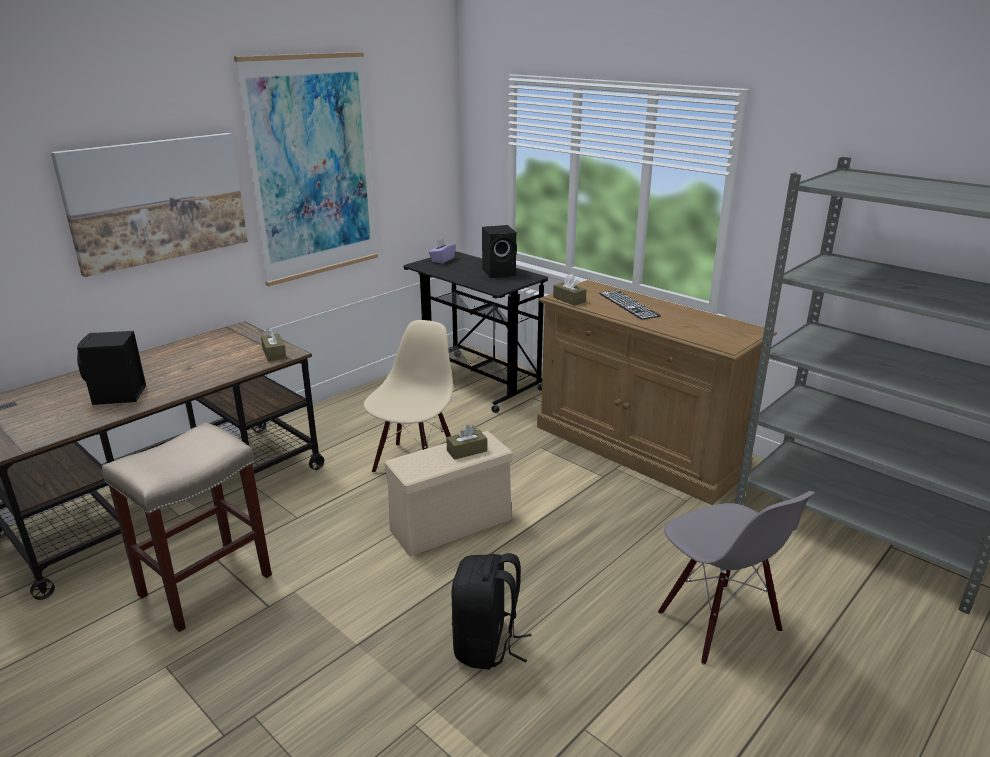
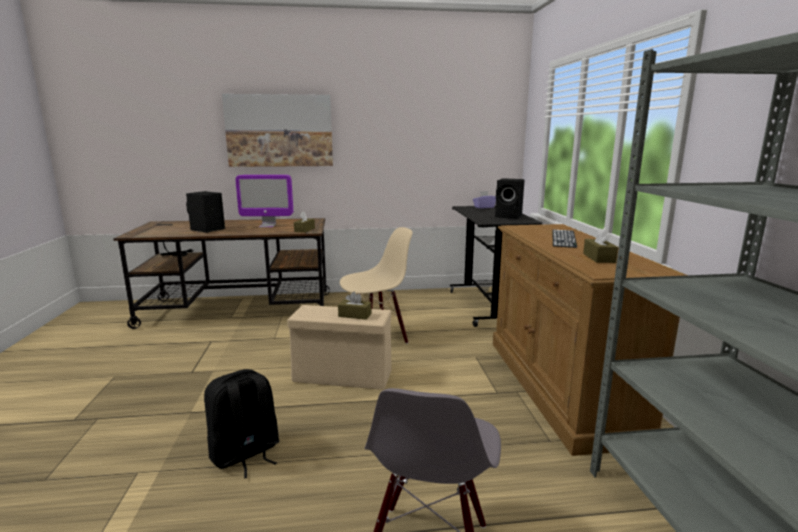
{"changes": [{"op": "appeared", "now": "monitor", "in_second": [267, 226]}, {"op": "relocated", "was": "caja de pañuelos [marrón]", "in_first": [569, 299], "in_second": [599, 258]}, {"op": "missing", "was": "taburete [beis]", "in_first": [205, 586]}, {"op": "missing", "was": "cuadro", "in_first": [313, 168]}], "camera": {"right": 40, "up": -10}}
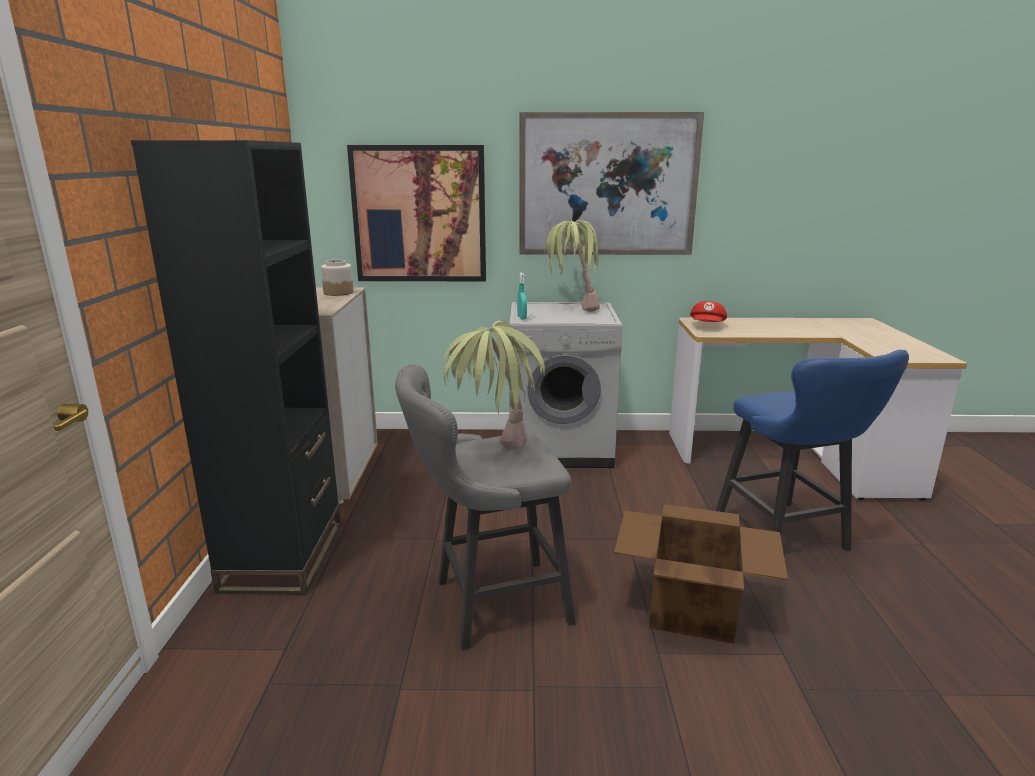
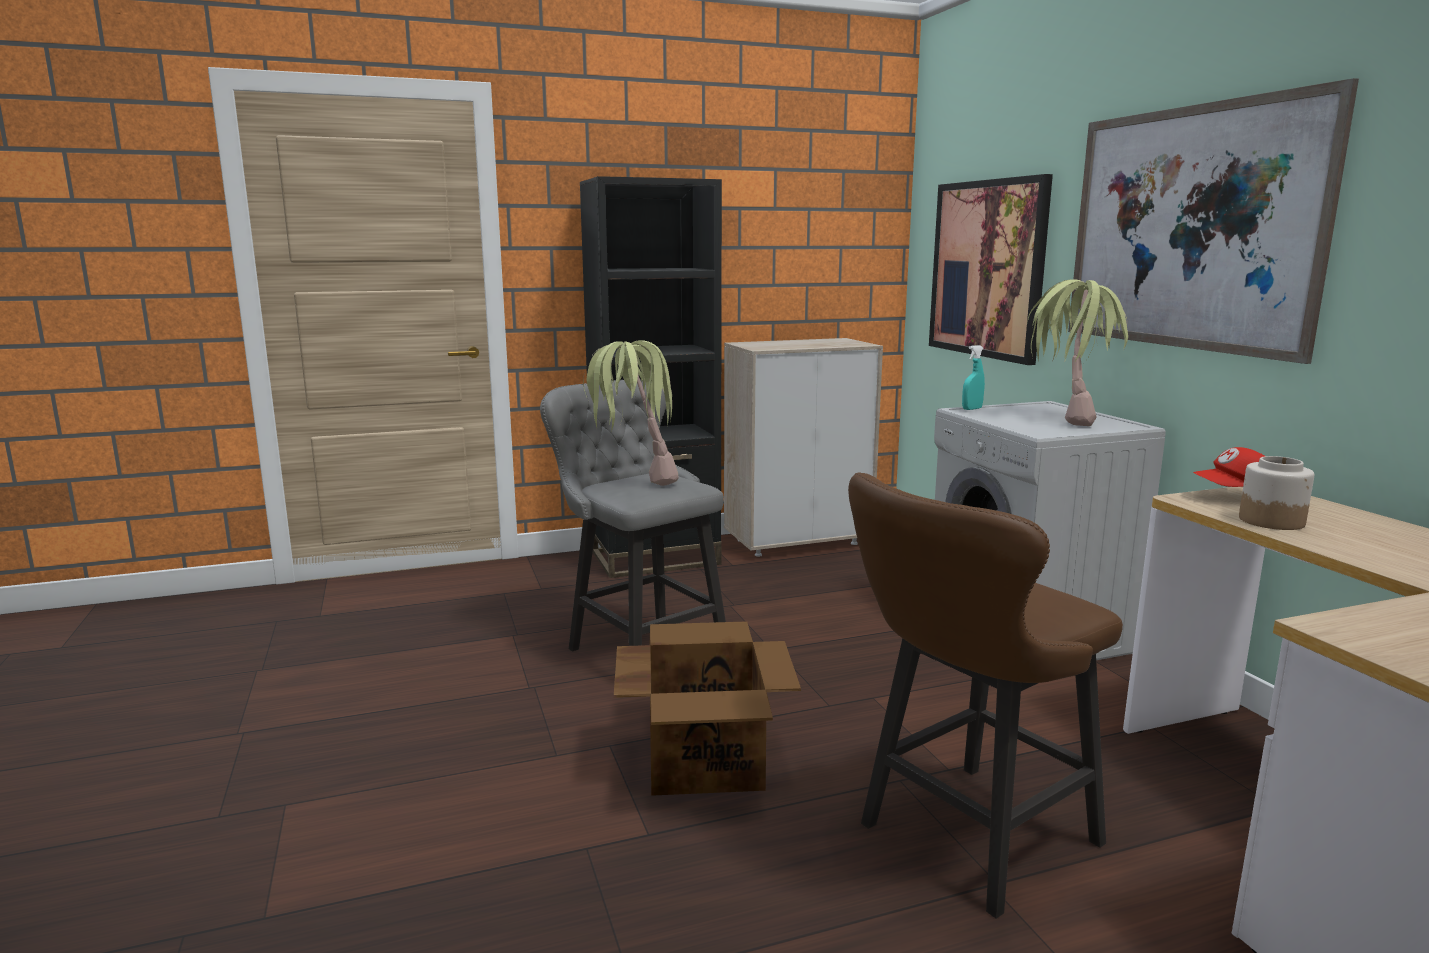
{"changes": [{"op": "colour", "was": "taburete [azul]", "now": "taburete [marrón]", "in_first": [789, 540], "in_second": [962, 844]}, {"op": "relocated", "was": "tarro", "in_first": [338, 293], "in_second": [1271, 521]}], "camera": {"right": 70, "up": -5}}
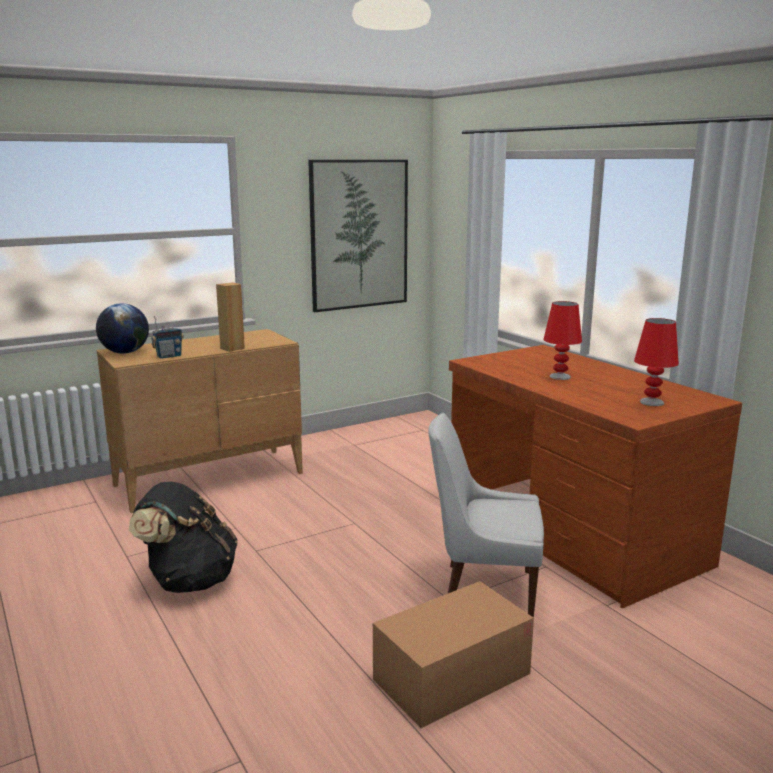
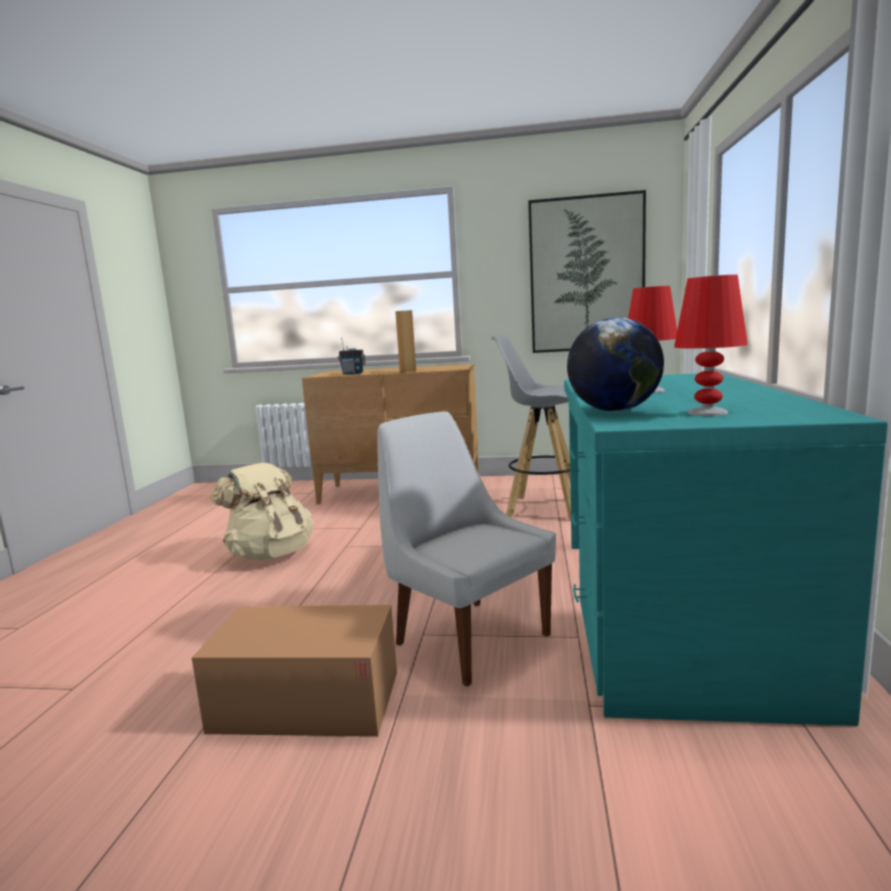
{"changes": [{"op": "colour", "was": "mochila [negro]", "now": "mochila [beis]", "in_first": [189, 581], "in_second": [271, 554]}, {"op": "appeared", "now": "taburete [gris]", "in_second": [543, 507]}, {"op": "colour", "was": "escritorio [marrón]", "now": "escritorio [turquesa]", "in_first": [570, 531], "in_second": [670, 611]}, {"op": "relocated", "was": "globo terráqueo", "in_first": [125, 352], "in_second": [614, 410]}], "camera": {"right": 40, "up": -5}}
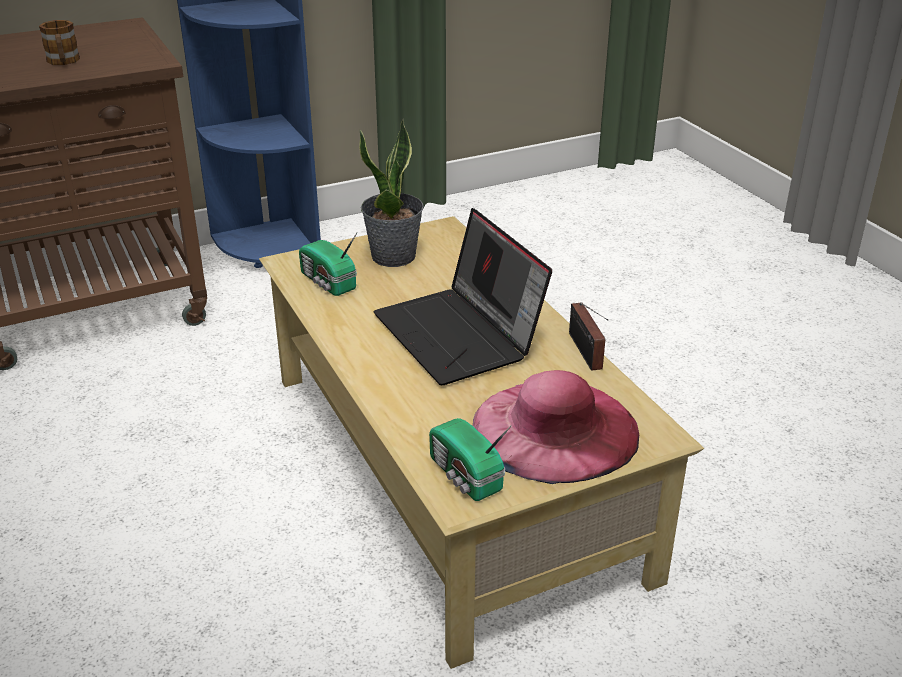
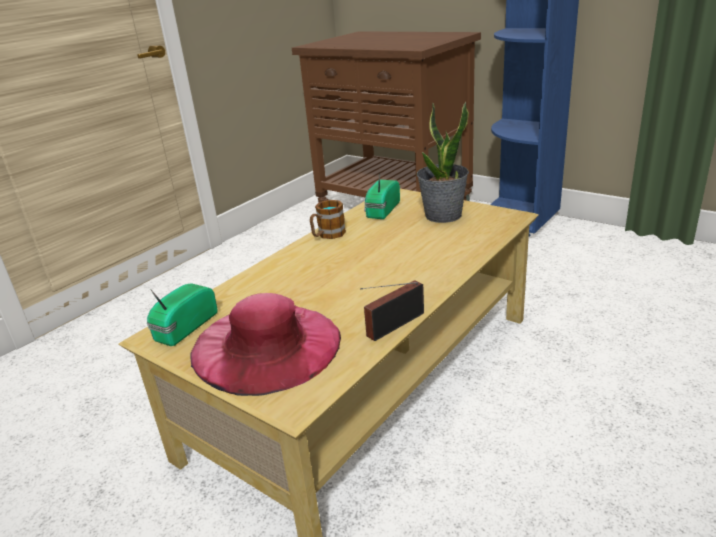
{"changes": [{"op": "relocated", "was": "taza grande", "in_first": [63, 62], "in_second": [327, 235]}, {"op": "missing", "was": "portátil", "in_first": [461, 335]}], "camera": {"right": 65, "up": -5}}
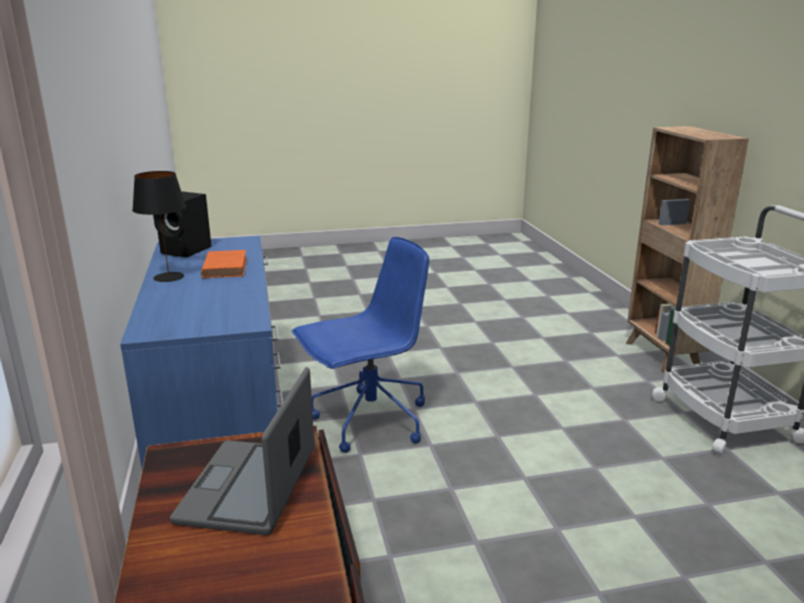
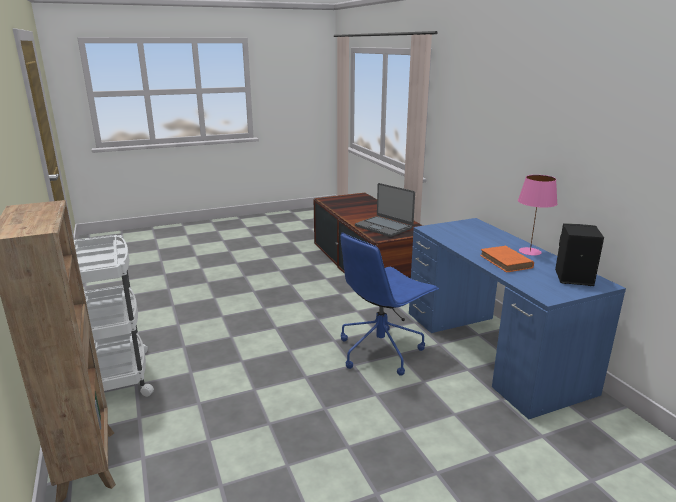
{"changes": [{"op": "spun", "was": "portátil", "in_first": [249, 487], "in_second": [384, 227], "clockwise": 135}, {"op": "colour", "was": "lámpara de mesa [negro]", "now": "lámpara de mesa [rosa]", "in_first": [169, 277], "in_second": [529, 251]}], "camera": {"right": 170, "up": 0}}
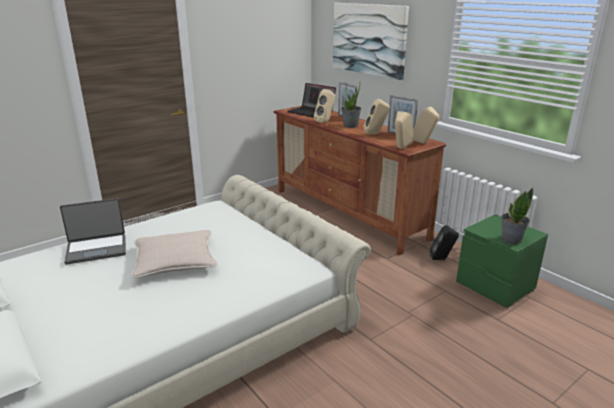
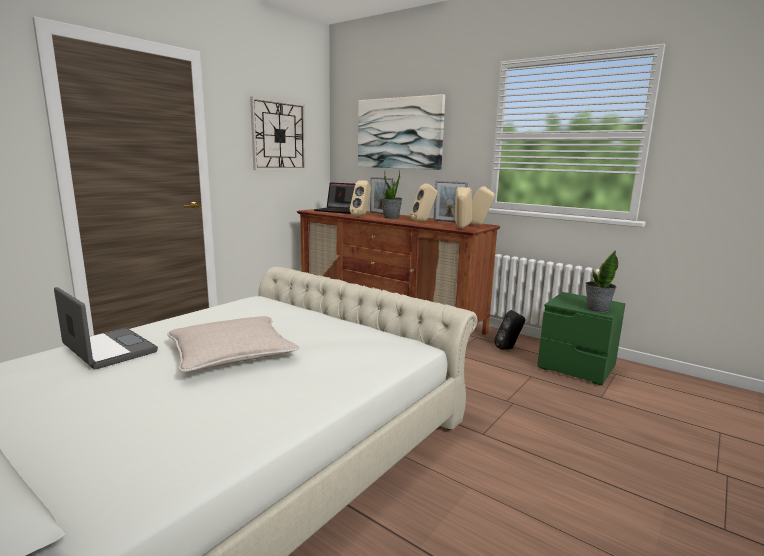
{"changes": [{"op": "spun", "was": "portátil", "in_first": [97, 249], "in_second": [108, 350], "clockwise": -105}, {"op": "appeared", "now": "reloj de pared", "in_second": [279, 136]}], "camera": {"right": -15, "up": -10}}
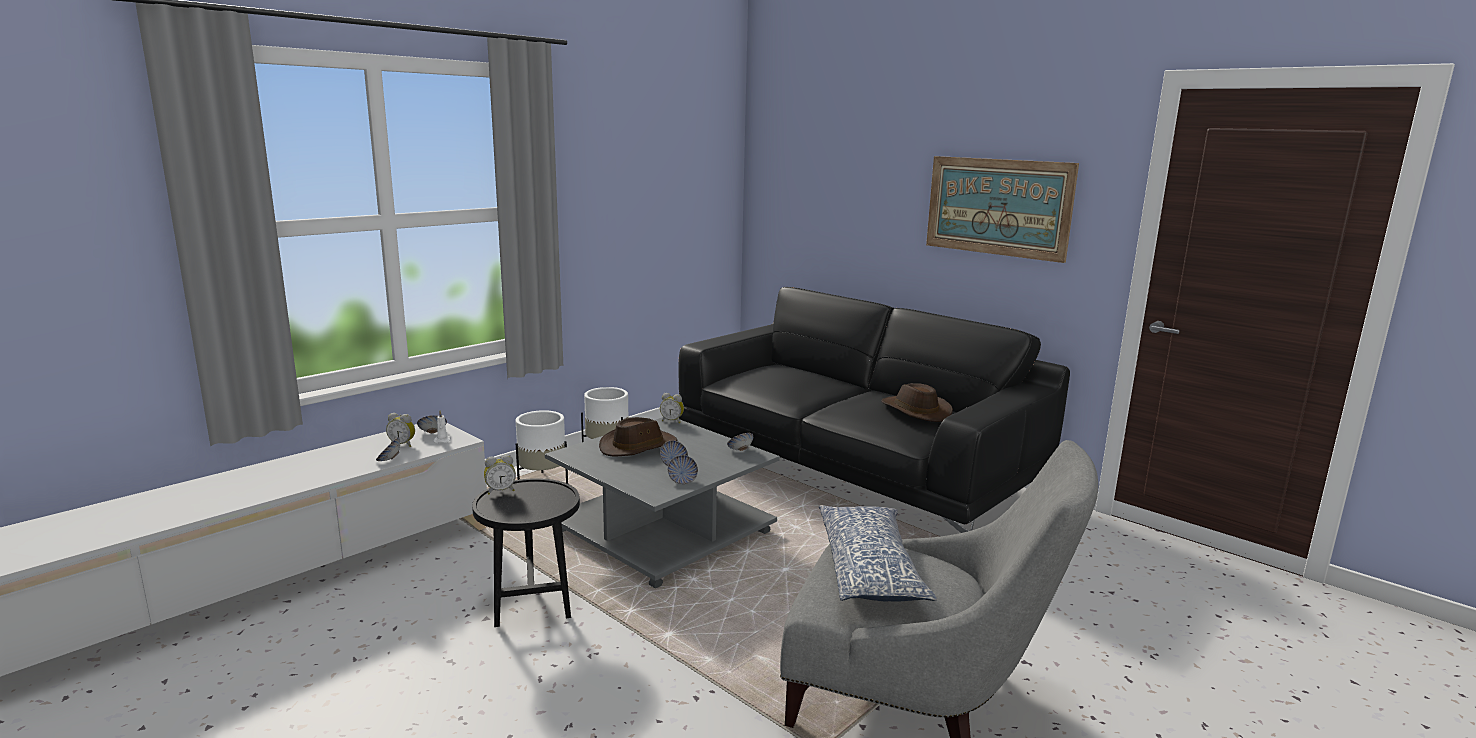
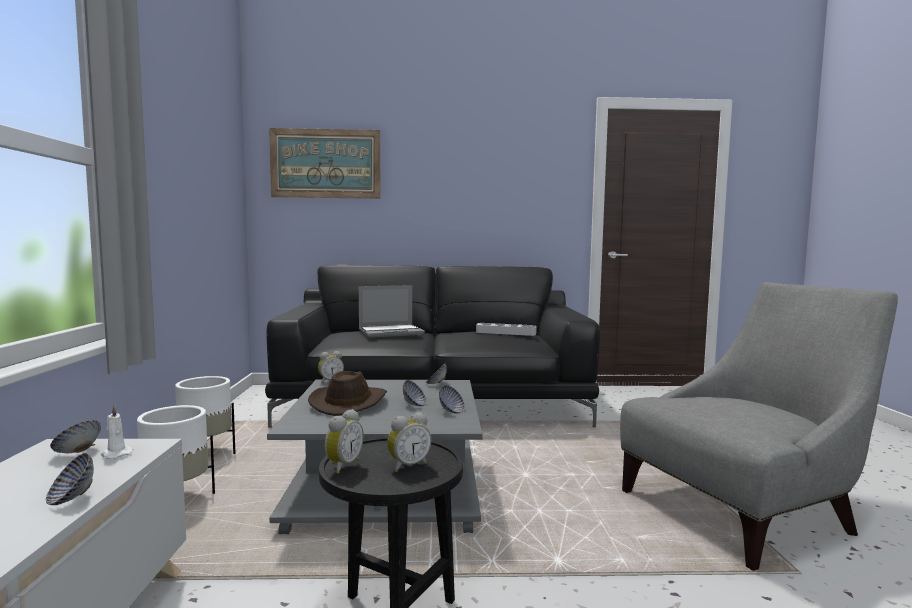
{"changes": [{"op": "relocated", "was": "cuadro", "in_first": [997, 207], "in_second": [325, 163]}, {"op": "appeared", "now": "portátil", "in_second": [391, 332]}, {"op": "relocated", "was": "despertador", "in_first": [403, 444], "in_second": [408, 466]}, {"op": "exchanged", "was": "sombrero [marrón]", "now": "bandeja [gris]", "in_first": [915, 411], "in_second": [506, 332]}, {"op": "missing", "was": "cojín", "in_first": [870, 568]}], "camera": {"right": -45, "up": -10}}
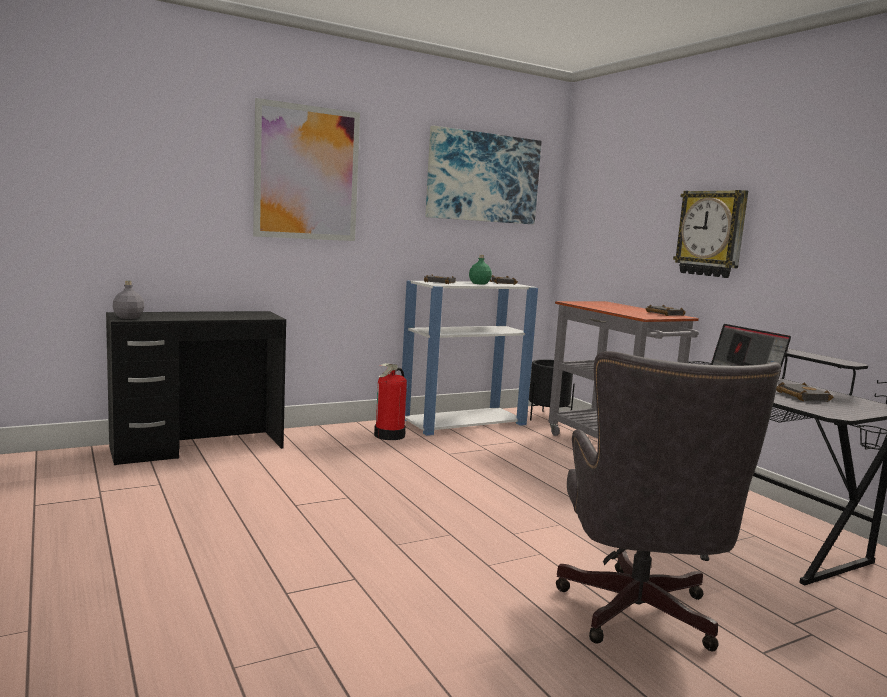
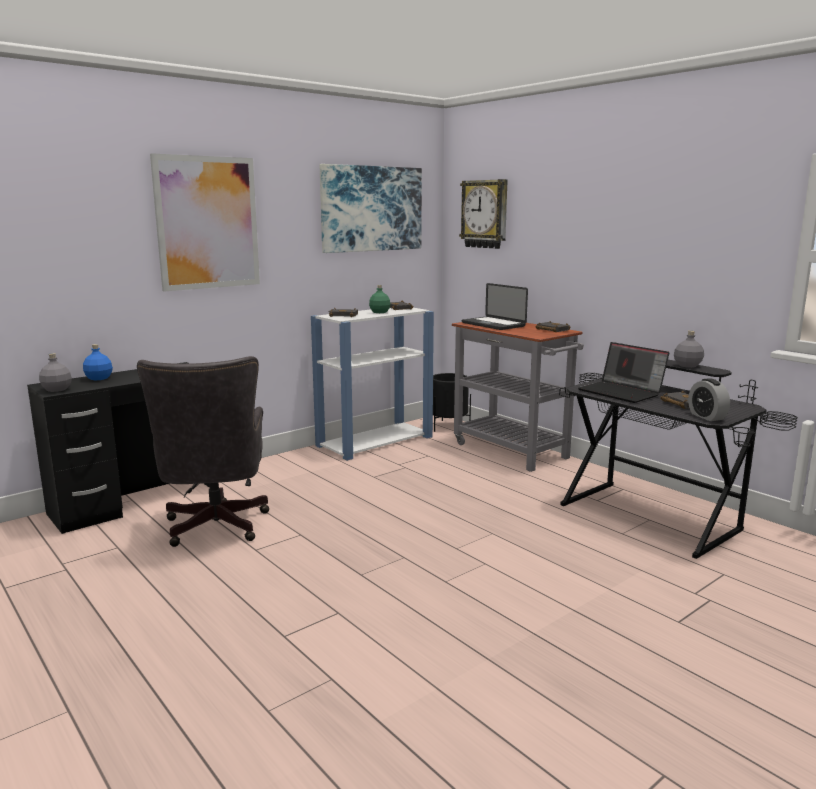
{"changes": [{"op": "appeared", "now": "botella [azul]", "in_second": [98, 378]}, {"op": "relocated", "was": "silla de oficina [gris]", "in_first": [639, 616], "in_second": [216, 528]}, {"op": "relocated", "was": "reloj de pared", "in_first": [711, 233], "in_second": [485, 214]}, {"op": "appeared", "now": "portátil", "in_second": [493, 324]}, {"op": "appeared", "now": "botella [gris]", "in_second": [687, 365]}, {"op": "appeared", "now": "despertador", "in_second": [706, 416]}, {"op": "missing", "was": "extintor", "in_first": [390, 435]}], "camera": {"right": -10, "up": 5}}
